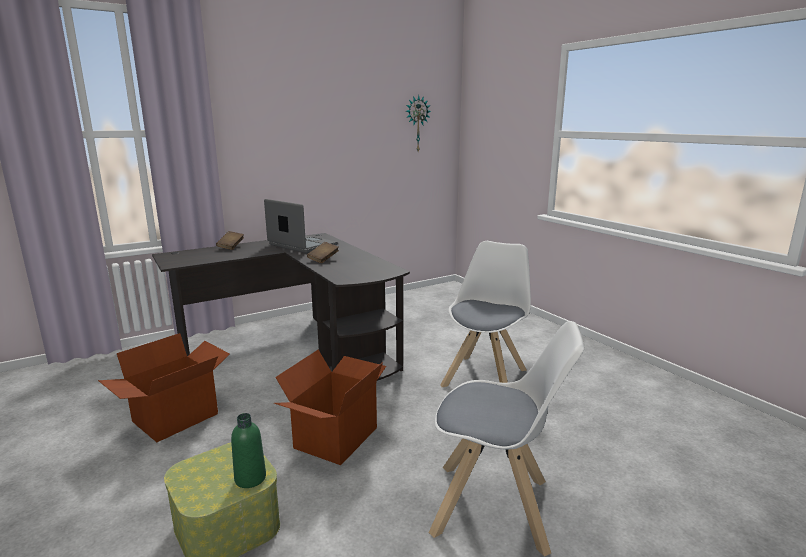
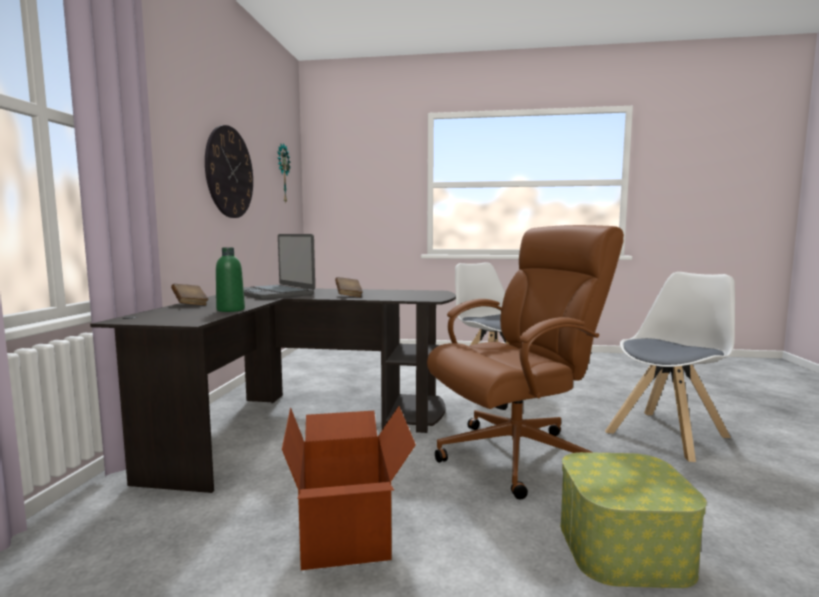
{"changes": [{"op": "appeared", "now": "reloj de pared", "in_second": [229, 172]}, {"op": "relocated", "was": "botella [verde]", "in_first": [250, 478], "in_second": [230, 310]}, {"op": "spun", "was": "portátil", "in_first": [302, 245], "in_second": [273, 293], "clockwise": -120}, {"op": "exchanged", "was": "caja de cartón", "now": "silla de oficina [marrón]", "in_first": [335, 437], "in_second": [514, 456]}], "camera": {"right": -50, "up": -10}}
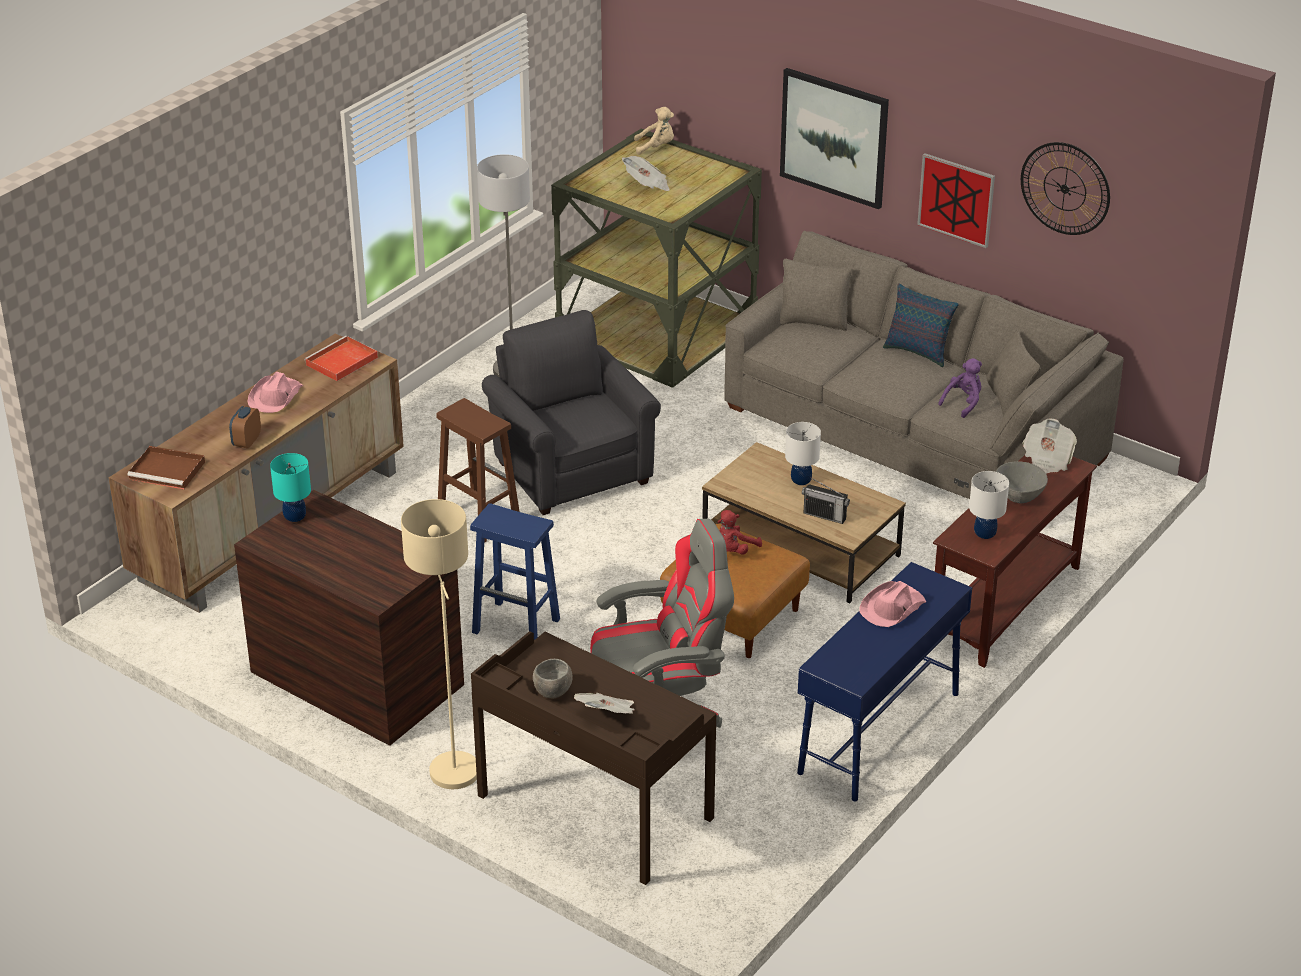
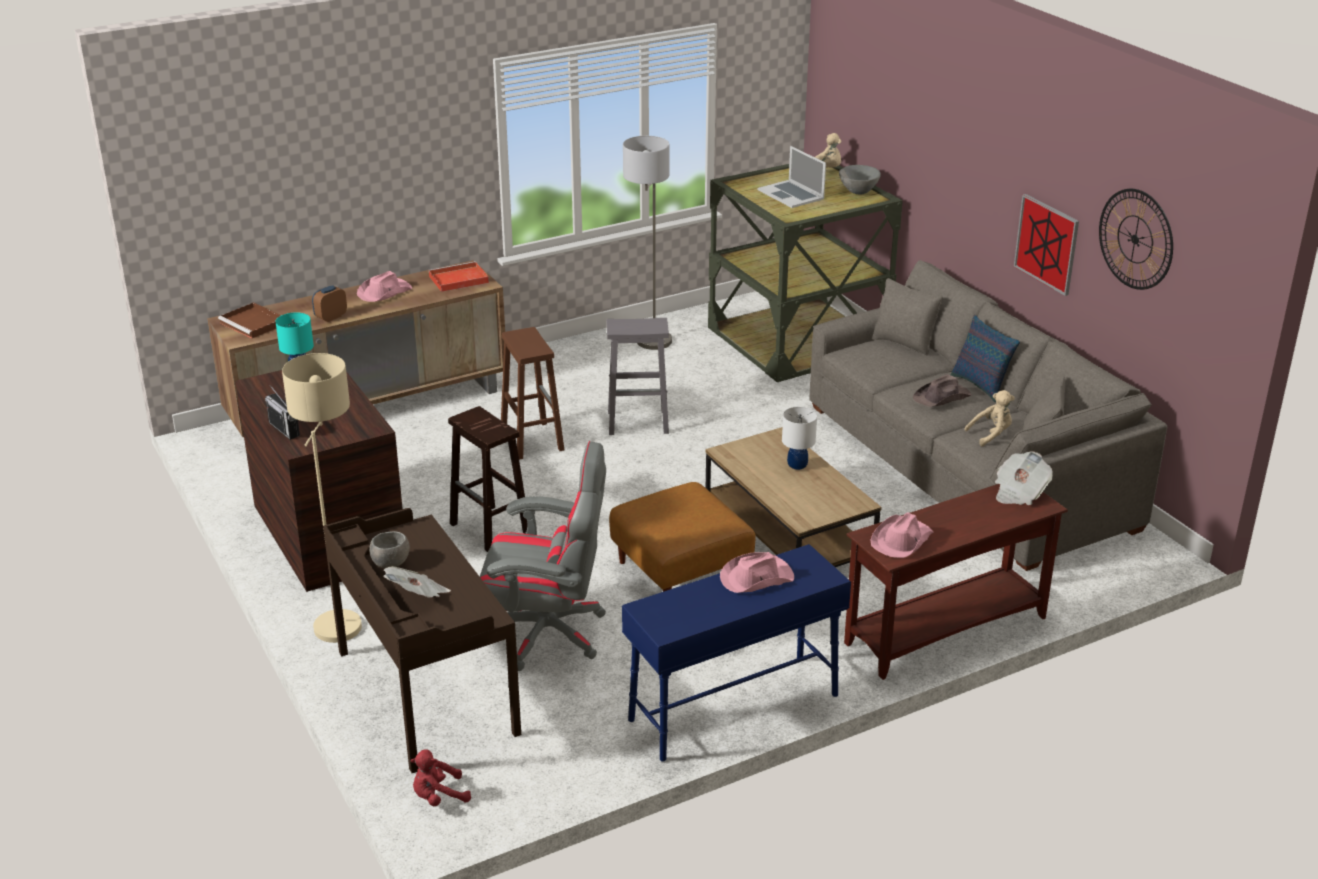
{"changes": [{"op": "relocated", "was": "radio", "in_first": [825, 515], "in_second": [284, 429]}, {"op": "relocated", "was": "peluche [rojo]", "in_first": [734, 550], "in_second": [438, 797]}, {"op": "colour", "was": "taburete [azul]", "now": "taburete [marrón]", "in_first": [517, 626], "in_second": [491, 529]}, {"op": "exchanged", "was": "sillón [gris]", "now": "taburete [gris]", "in_first": [570, 469], "in_second": [639, 422]}, {"op": "exchanged", "was": "periódico", "now": "portátil", "in_first": [647, 185], "in_second": [791, 194]}, {"op": "relocated", "was": "cuenco [gris]", "in_first": [1018, 497], "in_second": [858, 192]}, {"op": "exchanged", "was": "lámpara de mesa [blanco]", "now": "sombrero [rosa]", "in_first": [984, 535], "in_second": [901, 540]}, {"op": "appeared", "now": "sombrero [marrón]", "in_second": [942, 397]}, {"op": "colour", "was": "peluche [morado]", "now": "peluche [beis]", "in_first": [963, 403], "in_second": [991, 434]}, {"op": "missing", "was": "cuadro", "in_first": [834, 137]}], "camera": {"right": 25, "up": -5}}
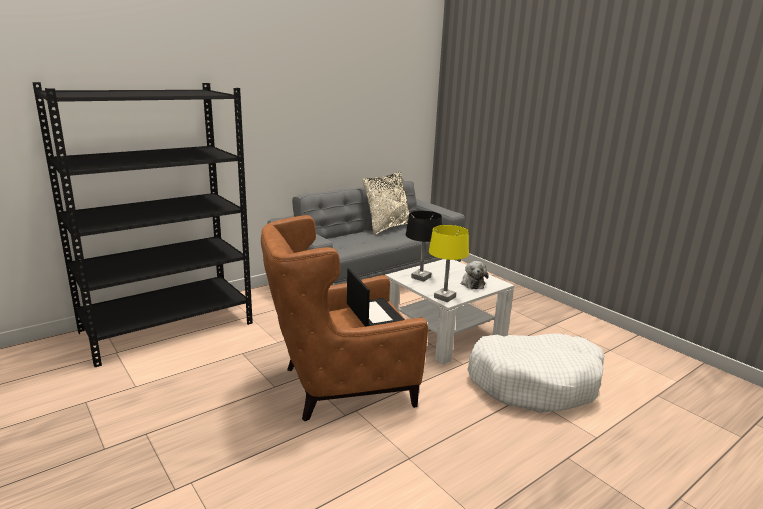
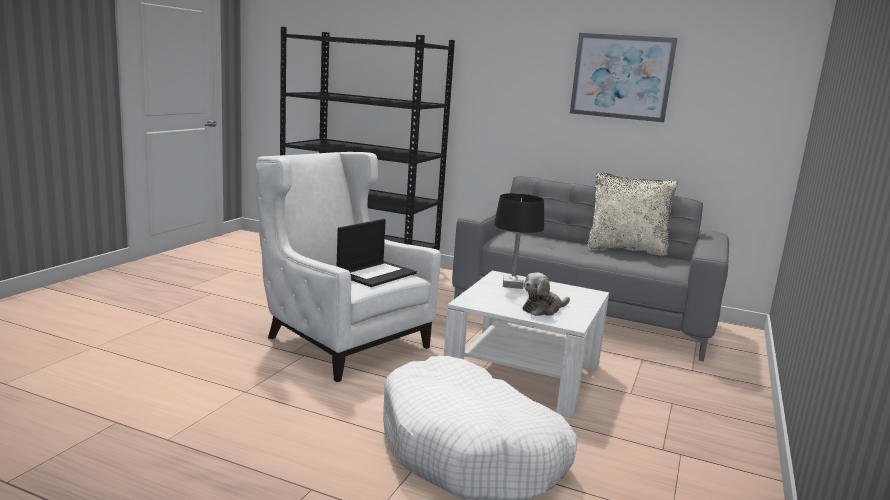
{"changes": [{"op": "colour", "was": "sillón [marrón]", "now": "sillón [blanco]", "in_first": [341, 385], "in_second": [340, 341]}, {"op": "appeared", "now": "cuadro", "in_second": [621, 77]}, {"op": "missing", "was": "lámpara de mesa [amarillo]", "in_first": [445, 297]}], "camera": {"right": 60, "up": -5}}
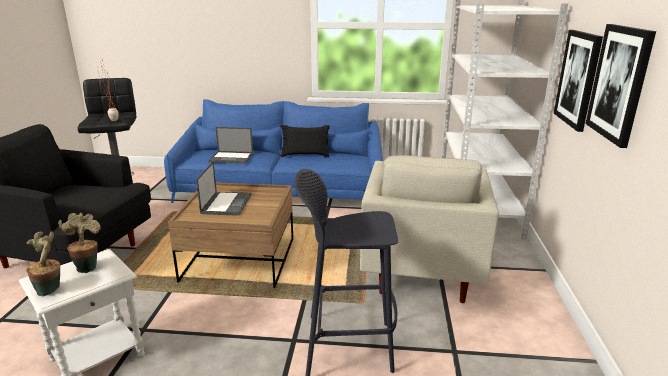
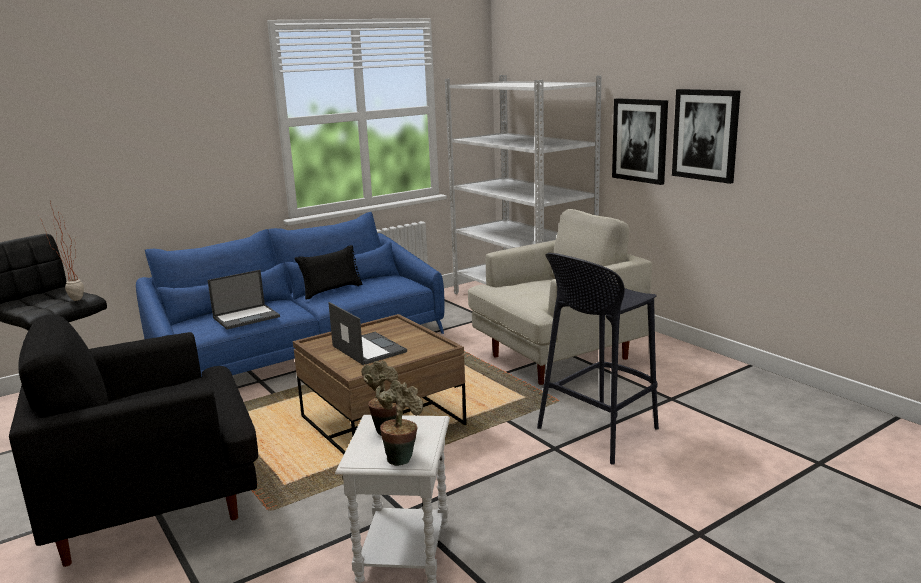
{"changes": [{"op": "spun", "was": "sillón [beis]", "in_first": [421, 266], "in_second": [556, 359], "clockwise": -90}], "camera": {"right": -40, "up": -5}}
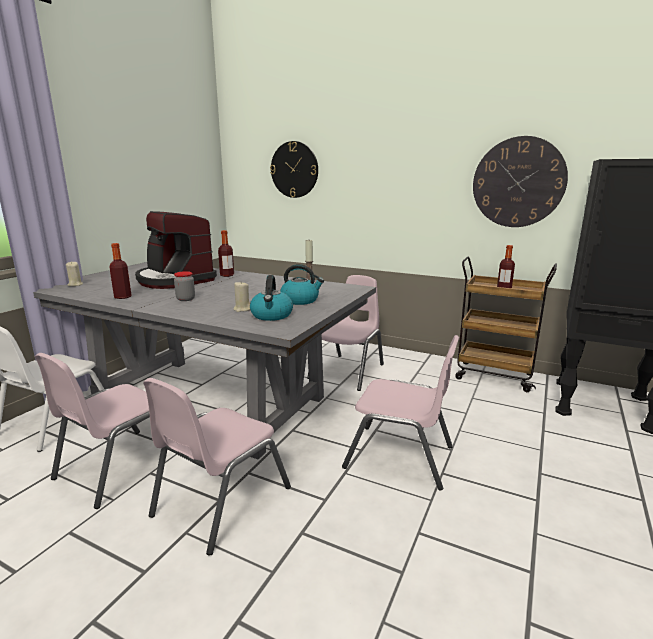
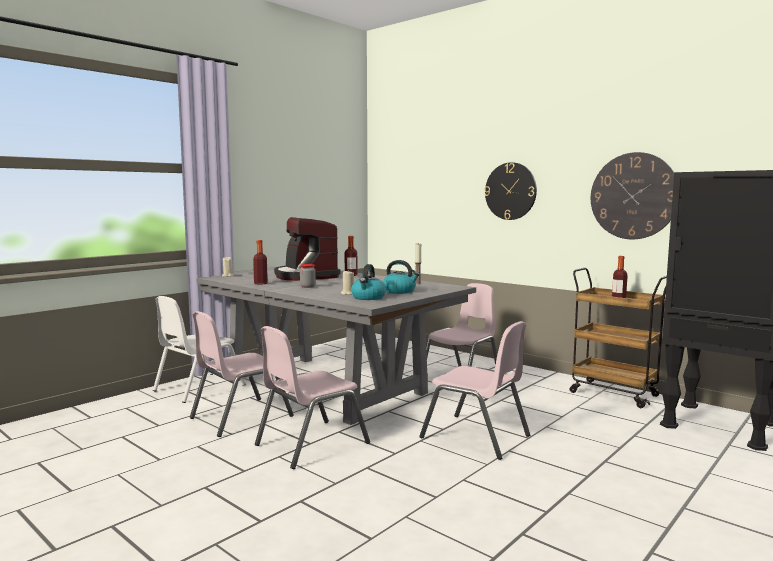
{"changes": [{"op": "relocated", "was": "reloj de pared", "in_first": [294, 169], "in_second": [510, 191]}], "camera": {"right": 15, "up": -10}}
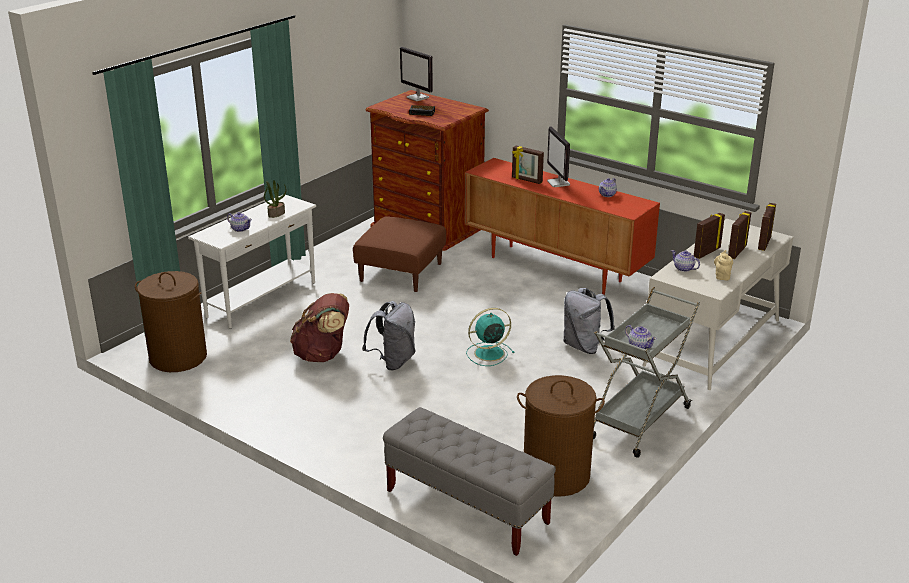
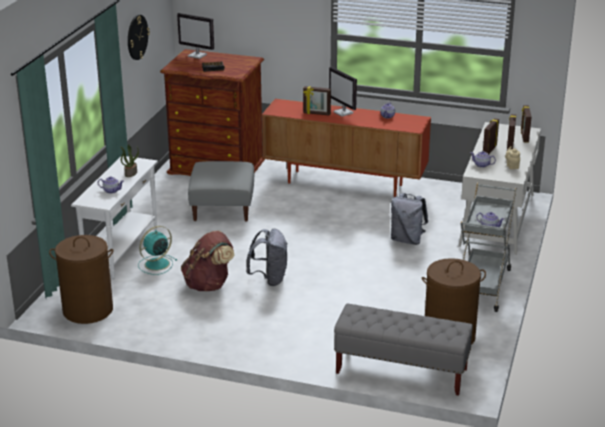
{"changes": [{"op": "appeared", "now": "reloj de pared", "in_second": [137, 37]}, {"op": "relocated", "was": "ventilador [turquesa]", "in_first": [488, 353], "in_second": [156, 264]}, {"op": "colour", "was": "puf [marrón]", "now": "puf [gris]", "in_first": [401, 272], "in_second": [223, 208]}], "camera": {"right": -20, "up": 0}}
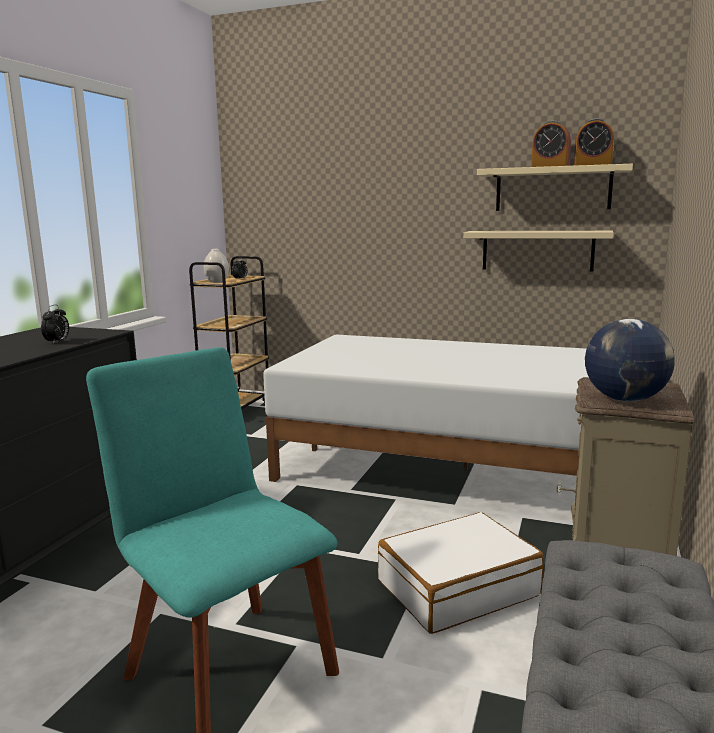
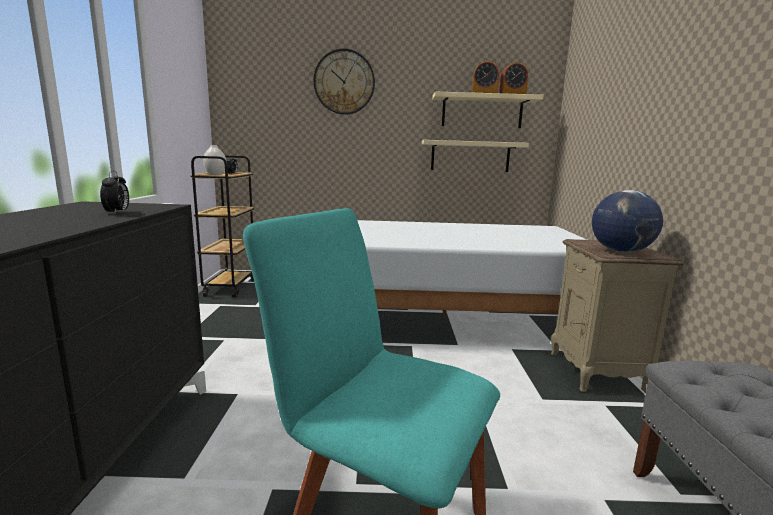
{"changes": [{"op": "appeared", "now": "reloj de pared", "in_second": [344, 82]}, {"op": "missing", "was": "maleta [blanco]", "in_first": [457, 588]}], "camera": {"right": -20, "up": 0}}
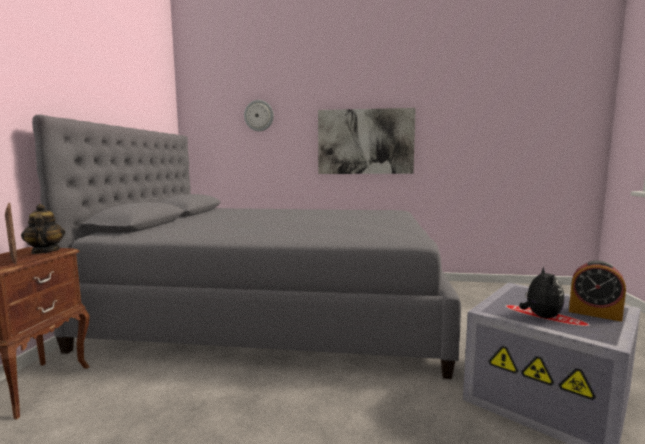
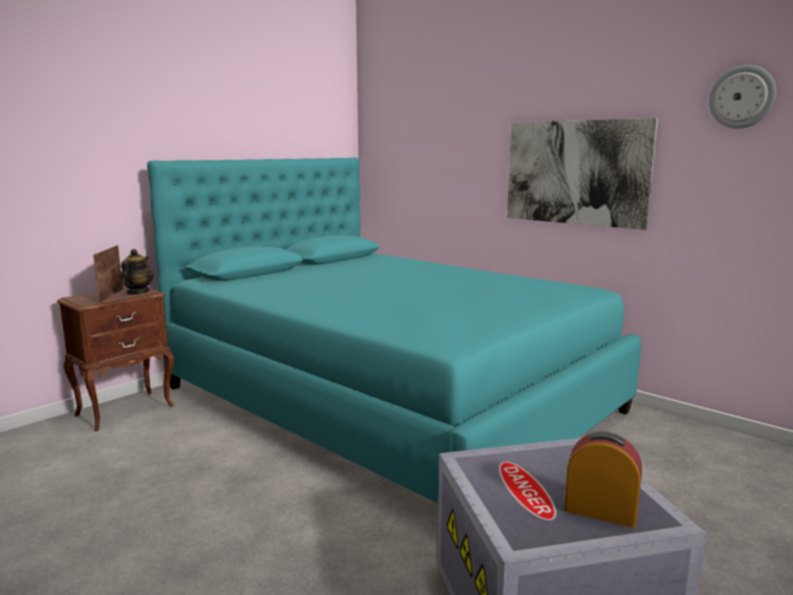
{"changes": [{"op": "colour", "was": "cama [gris]", "now": "cama [turquesa]", "in_first": [277, 311], "in_second": [388, 398]}, {"op": "spun", "was": "despertador", "in_first": [594, 313], "in_second": [600, 511], "clockwise": 135}, {"op": "relocated", "was": "reloj de pared", "in_first": [259, 115], "in_second": [742, 97]}, {"op": "missing", "was": "peluche", "in_first": [540, 316]}], "camera": {"right": 35, "up": 5}}
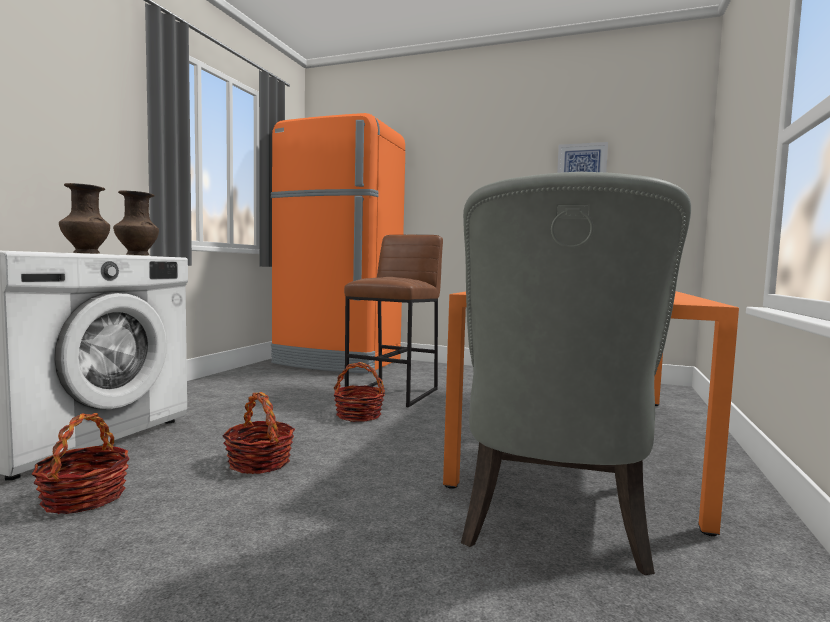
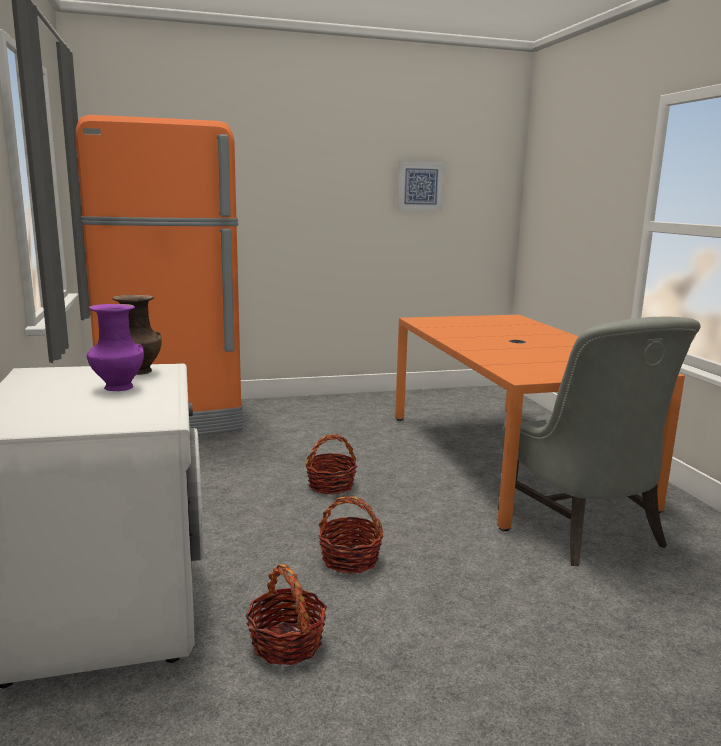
{"changes": [{"op": "colour", "was": "florero [marrón]", "now": "florero [morado]", "in_first": [85, 253], "in_second": [117, 387]}, {"op": "missing", "was": "taburete [marrón]", "in_first": [393, 393]}], "camera": {"right": -35, "up": 10}}
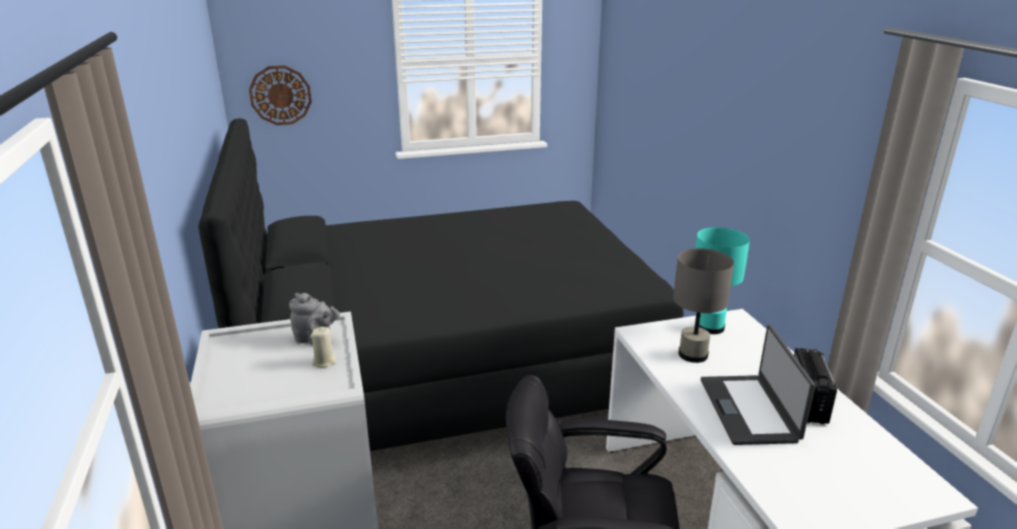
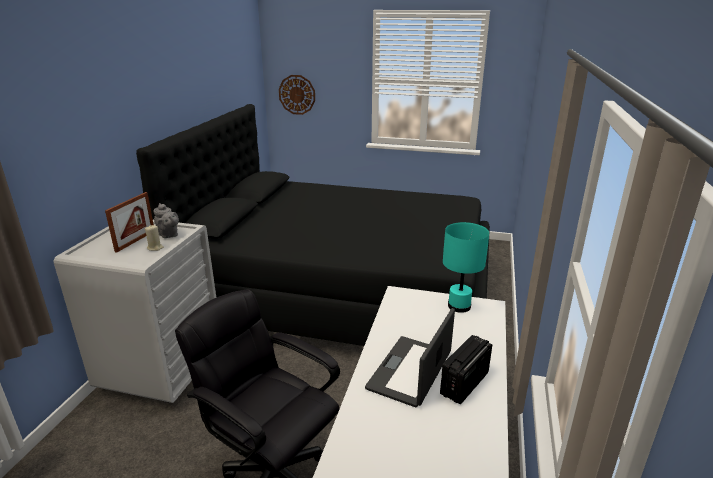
{"changes": [{"op": "appeared", "now": "portarretratos", "in_second": [135, 241]}, {"op": "missing", "was": "lámpara de mesa [gris]", "in_first": [693, 355]}], "camera": {"right": 30, "up": 0}}
